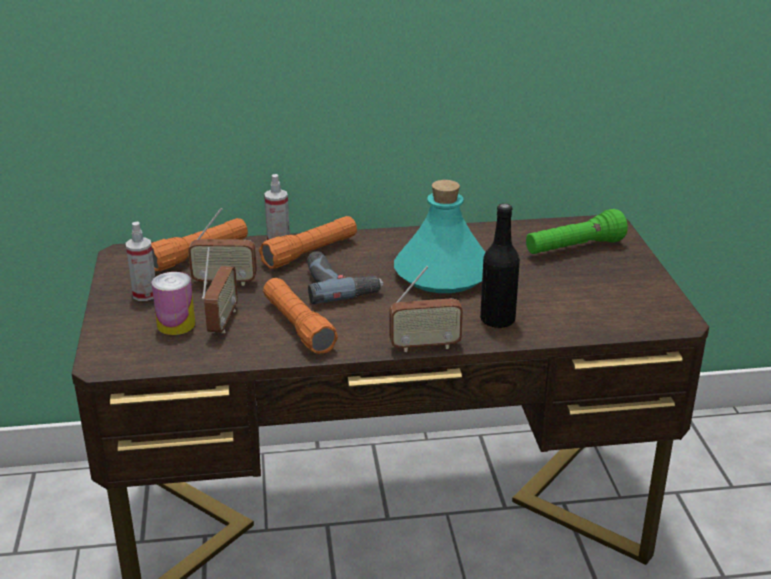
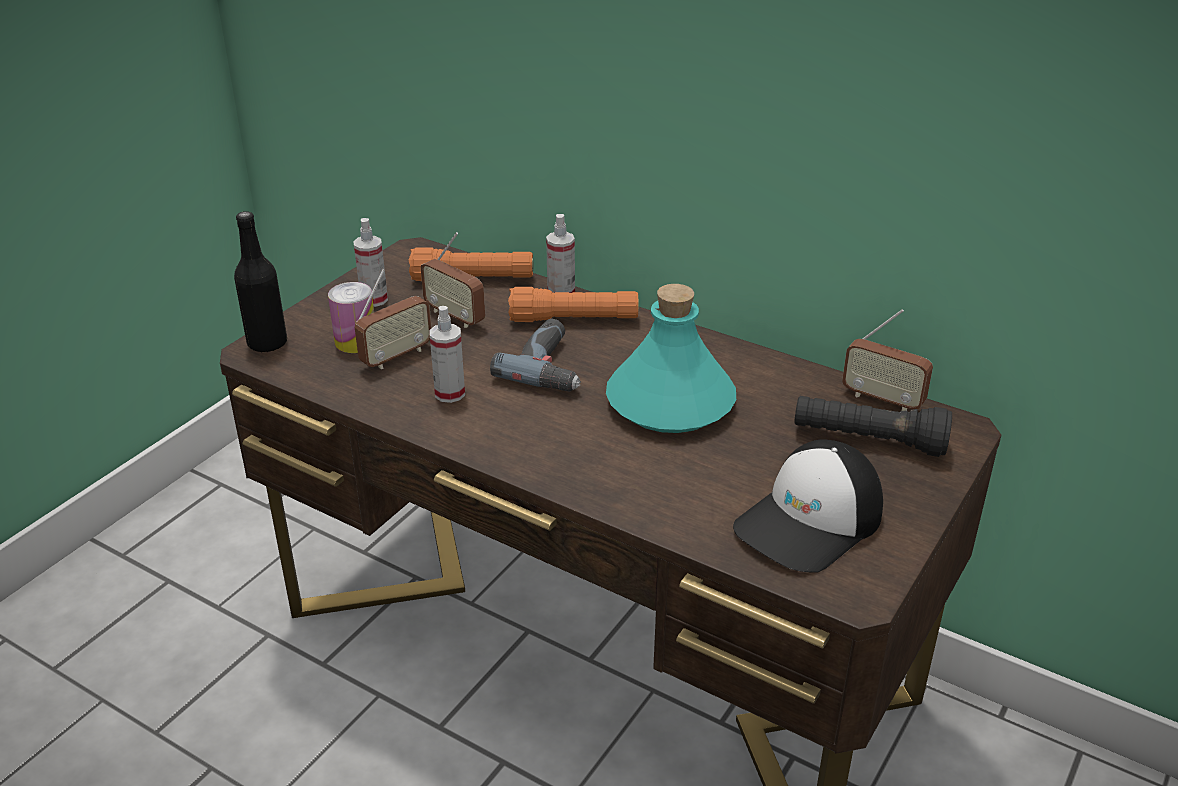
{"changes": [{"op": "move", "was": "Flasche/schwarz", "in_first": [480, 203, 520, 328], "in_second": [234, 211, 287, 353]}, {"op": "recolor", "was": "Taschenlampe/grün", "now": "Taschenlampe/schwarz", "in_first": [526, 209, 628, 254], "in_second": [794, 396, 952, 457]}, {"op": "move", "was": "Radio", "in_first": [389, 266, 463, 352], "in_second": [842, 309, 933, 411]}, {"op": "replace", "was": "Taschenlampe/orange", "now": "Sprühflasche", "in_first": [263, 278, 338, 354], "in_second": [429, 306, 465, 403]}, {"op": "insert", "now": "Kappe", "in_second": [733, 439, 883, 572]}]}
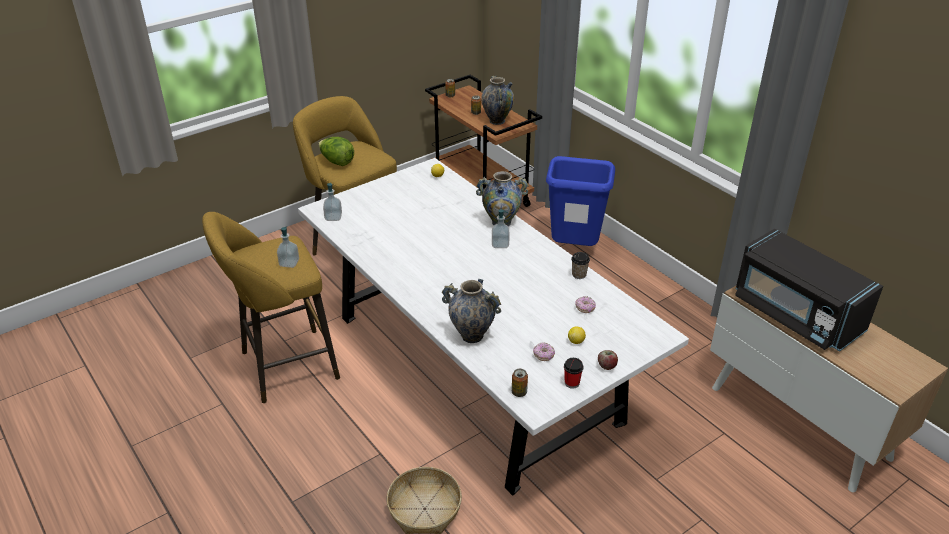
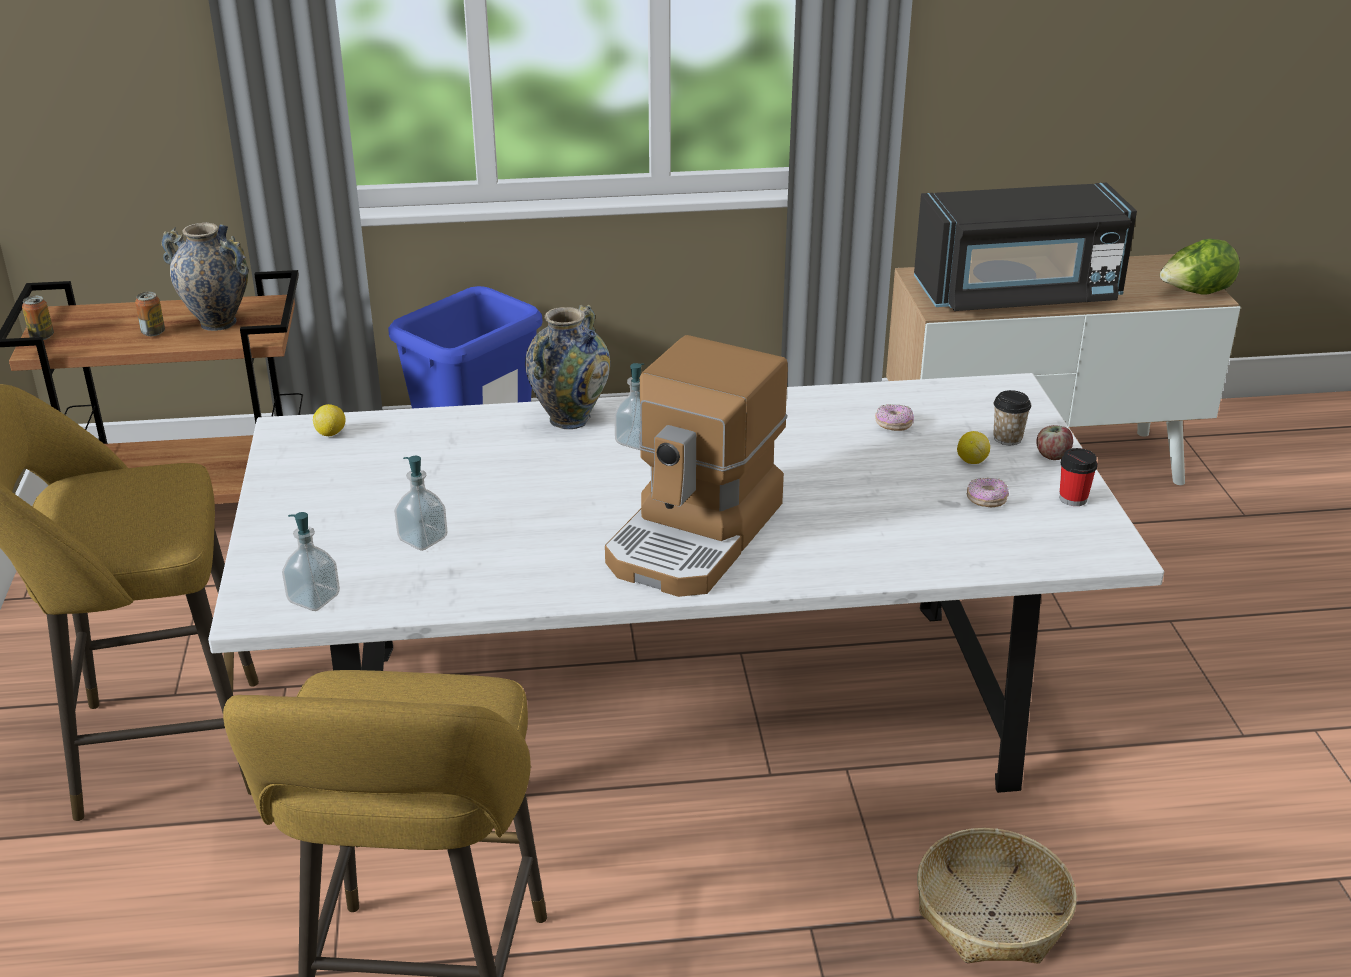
{"changes": [{"op": "move", "was": "Salatkopf", "in_first": [318, 137, 354, 166], "in_second": [1160, 239, 1240, 295]}, {"op": "move", "was": "Seifenspender", "in_first": [277, 226, 299, 268], "in_second": [394, 456, 447, 551]}, {"op": "move", "was": "Tasse", "in_first": [571, 252, 590, 279], "in_second": [993, 390, 1031, 445]}, {"op": "delete", "was": "Vase", "in_first": [442, 279, 501, 343]}, {"op": "delete", "was": "Dose", "in_first": [512, 369, 528, 397]}, {"op": "insert", "now": "Kaffeemaschine", "in_second": [605, 335, 788, 597]}]}
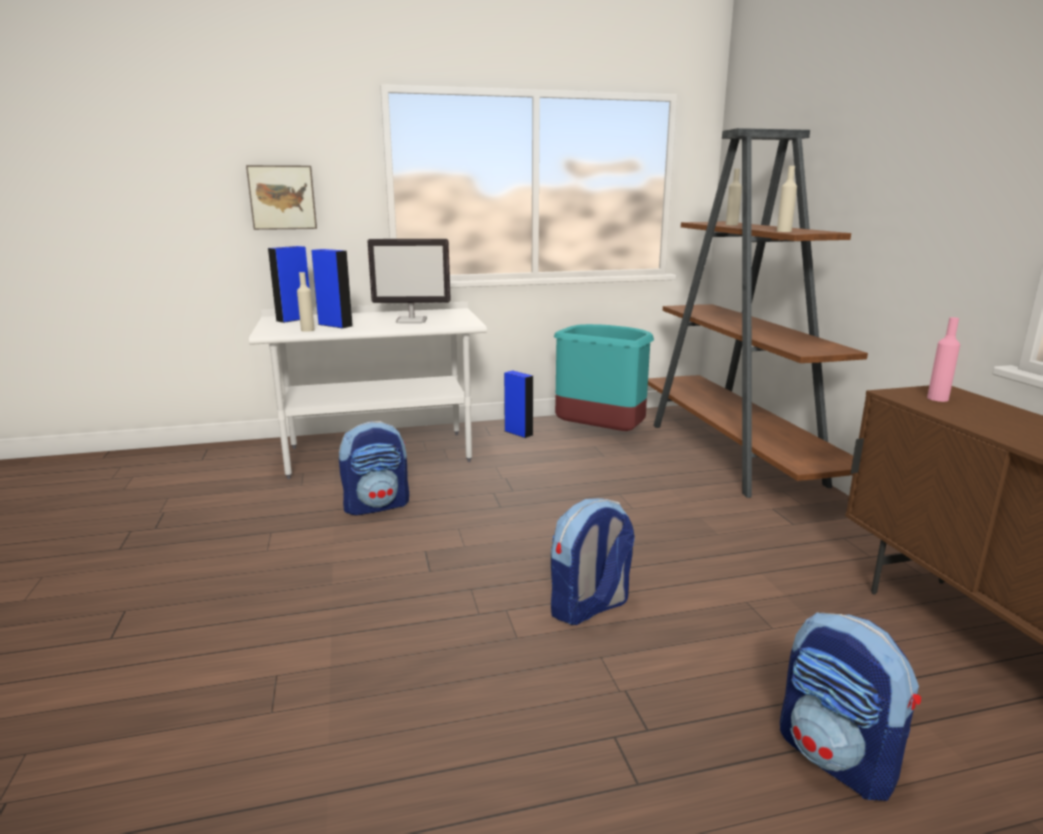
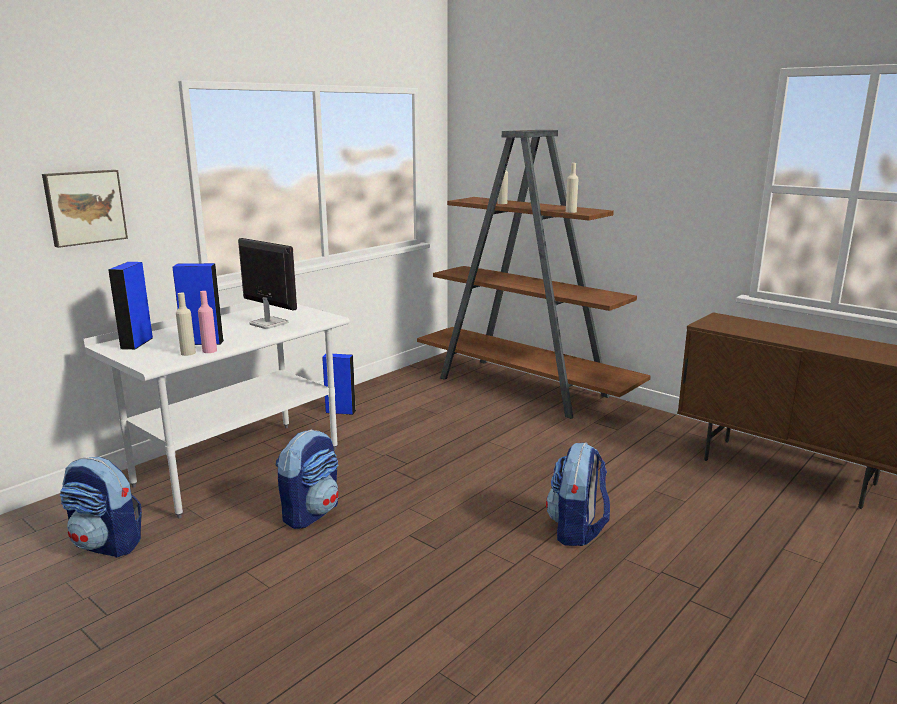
{"changes": [{"op": "rotate", "was": "Monitor", "in_first": [367, 239, 451, 323], "in_second": [238, 238, 297, 329], "clockwise": -105}, {"op": "move", "was": "Flasche/rosa", "in_first": [927, 317, 960, 402], "in_second": [198, 291, 217, 353]}, {"op": "delete", "was": "Mülleimer/türkis", "in_first": [554, 324, 654, 431]}, {"op": "move", "was": "Rucksack", "in_first": [780, 612, 921, 801], "in_second": [60, 457, 142, 558]}]}
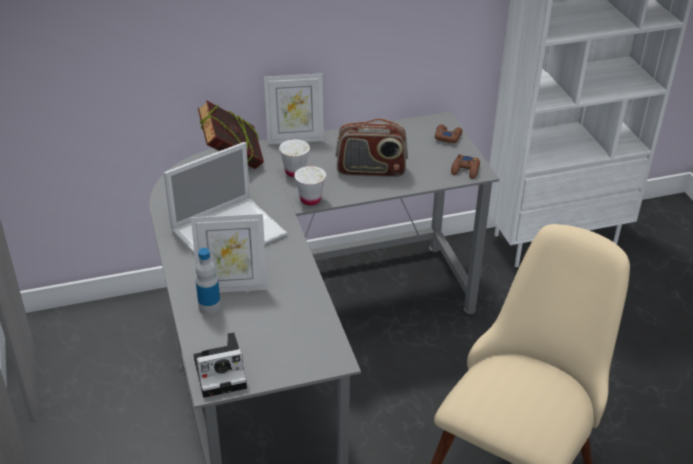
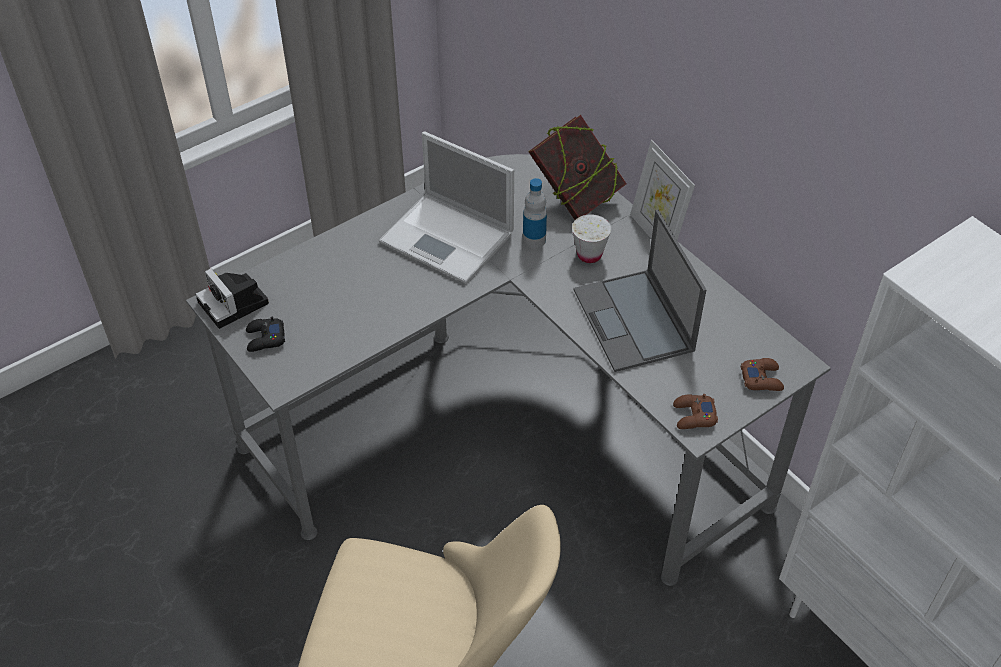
{"changes": [{"op": "replace", "was": "Radio", "now": "Laptop", "in_first": [335, 118, 408, 177], "in_second": [573, 210, 706, 372]}, {"op": "delete", "was": "Tasse/weiß", "in_first": [294, 166, 326, 205]}, {"op": "delete", "was": "Bilderrahmen", "in_first": [191, 214, 267, 293]}, {"op": "move", "was": "Flasche", "in_first": [195, 248, 221, 314], "in_second": [523, 178, 547, 248]}, {"op": "insert", "now": "Gamepad/schwarz", "in_second": [246, 317, 285, 352]}]}
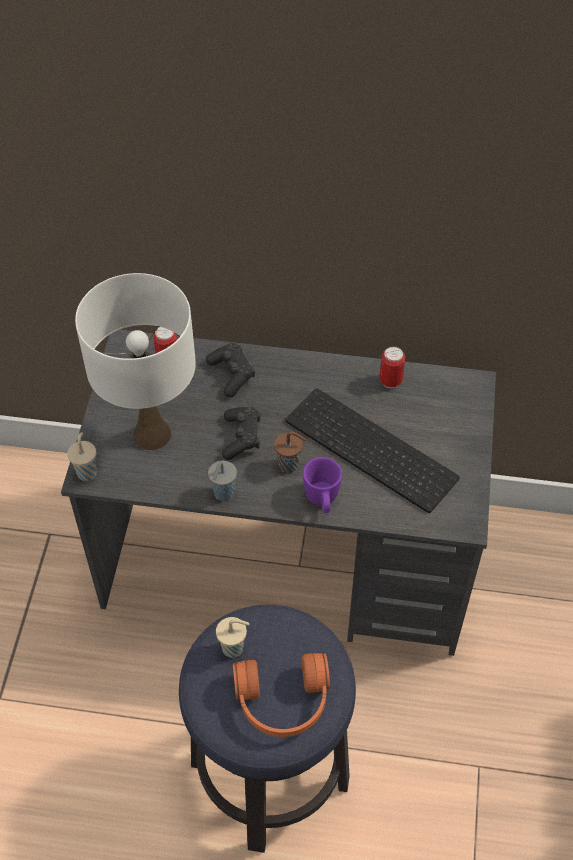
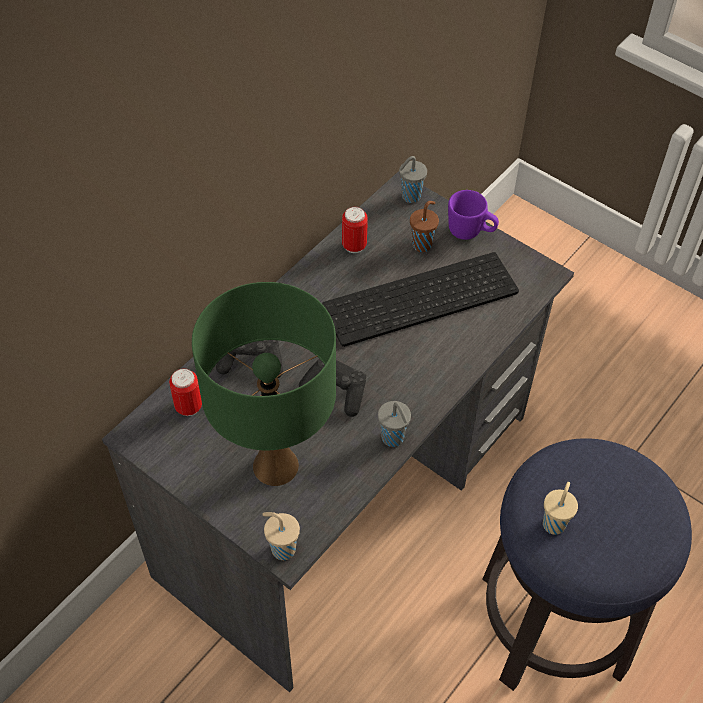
{"changes": [{"op": "recolor", "was": "Tischlampe/weiß", "now": "Tischlampe/grün", "in_first": [75, 273, 196, 450], "in_second": [192, 282, 336, 486]}, {"op": "move", "was": "Tasse/braun", "in_first": [274, 431, 306, 473], "in_second": [410, 201, 439, 252]}, {"op": "move", "was": "Henkelbecher/lila", "in_first": [303, 457, 342, 513], "in_second": [448, 190, 499, 240]}, {"op": "delete", "was": "Kopfhörer/orange", "in_first": [233, 653, 330, 737]}, {"op": "insert", "now": "Tasse/grau", "in_second": [399, 156, 427, 203]}]}
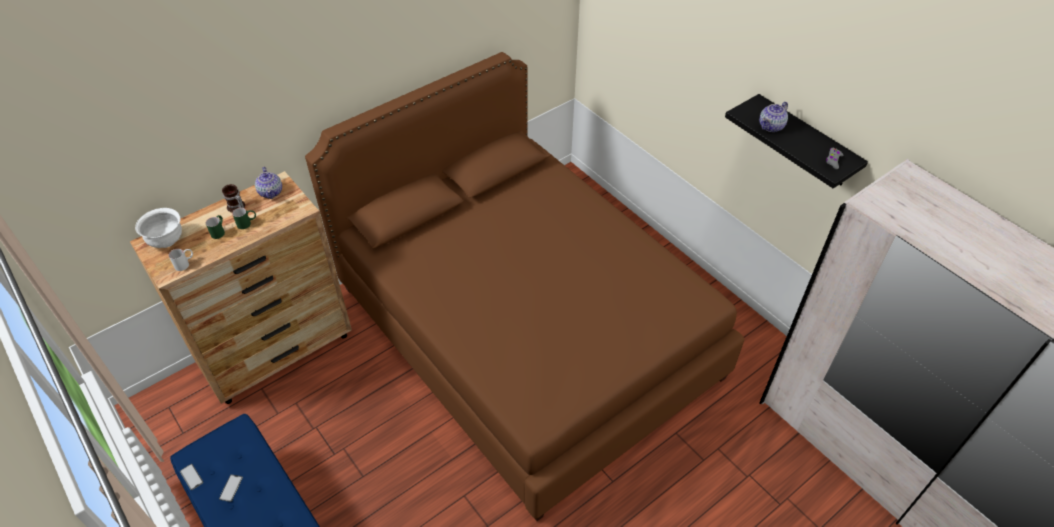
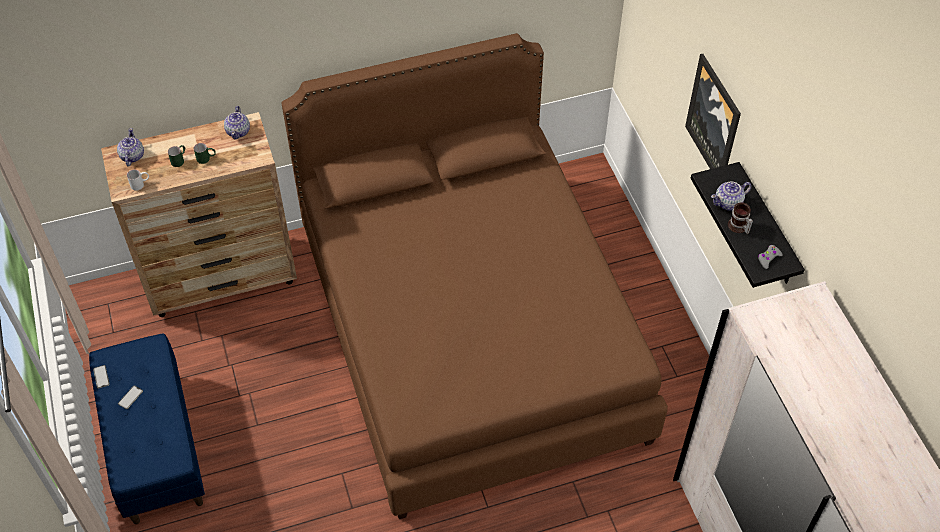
{"changes": [{"op": "move", "was": "Henkelbecher", "in_first": [222, 184, 245, 212], "in_second": [728, 202, 753, 234]}, {"op": "replace", "was": "Schüssel/weiß", "now": "Teekanne", "in_first": [135, 208, 182, 248], "in_second": [117, 128, 144, 167]}, {"op": "insert", "now": "Bild", "in_second": [685, 54, 741, 169]}]}
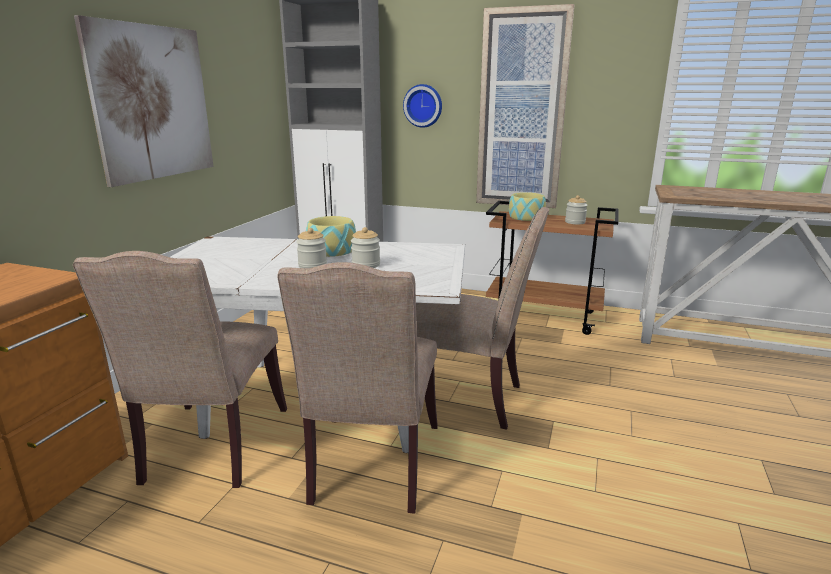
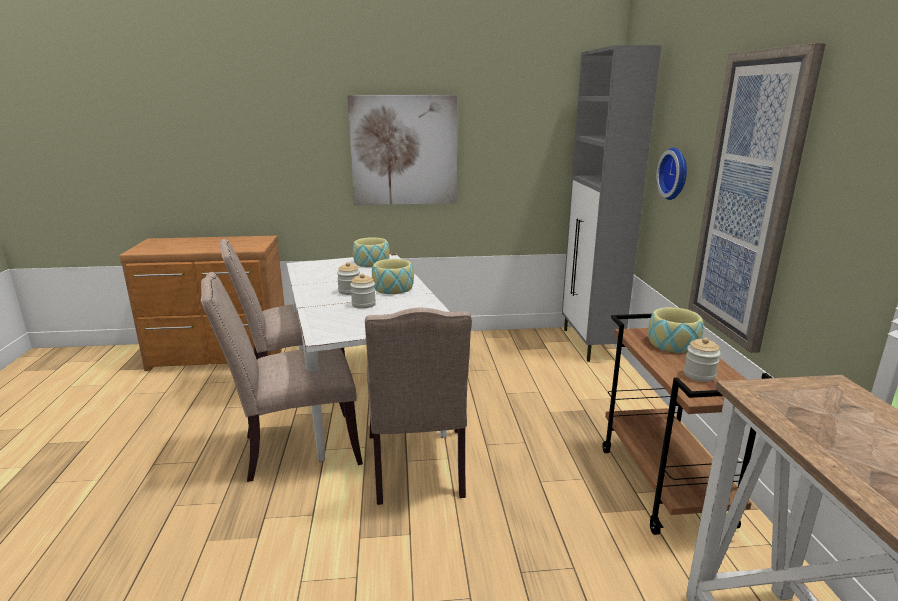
{"changes": [{"op": "insert", "now": "Schüssel", "in_second": [353, 237, 390, 267]}]}
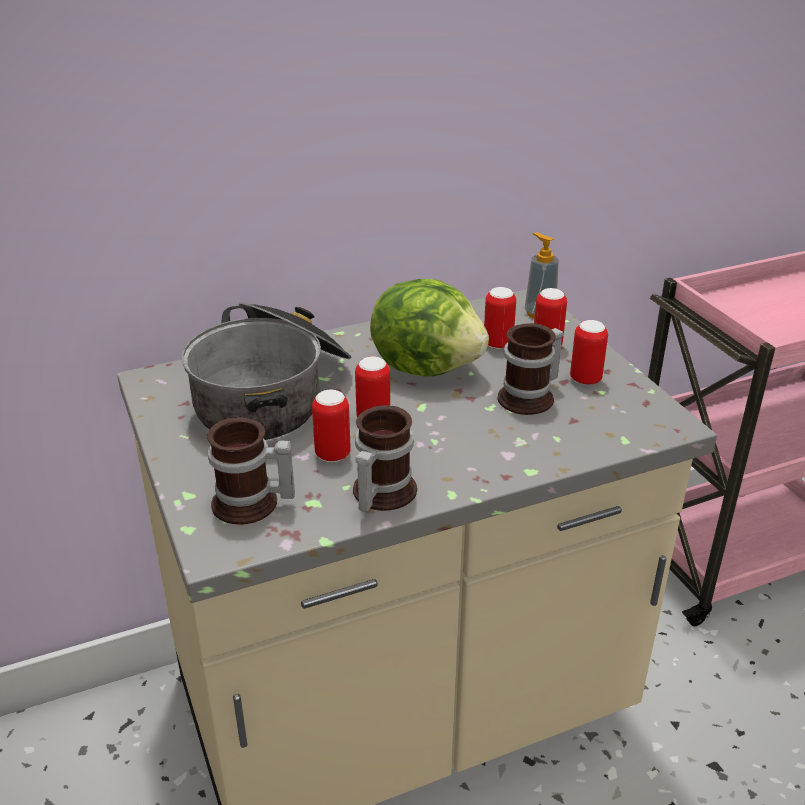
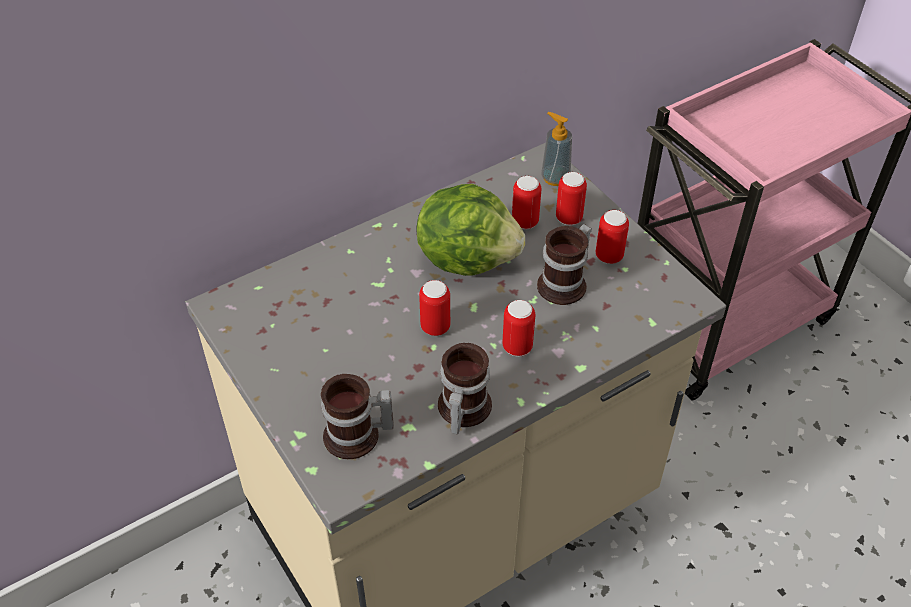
{"changes": [{"op": "delete", "was": "Kochtopf", "in_first": [182, 302, 351, 440]}, {"op": "move", "was": "Dose", "in_first": [312, 390, 351, 462], "in_second": [502, 300, 535, 357]}]}
